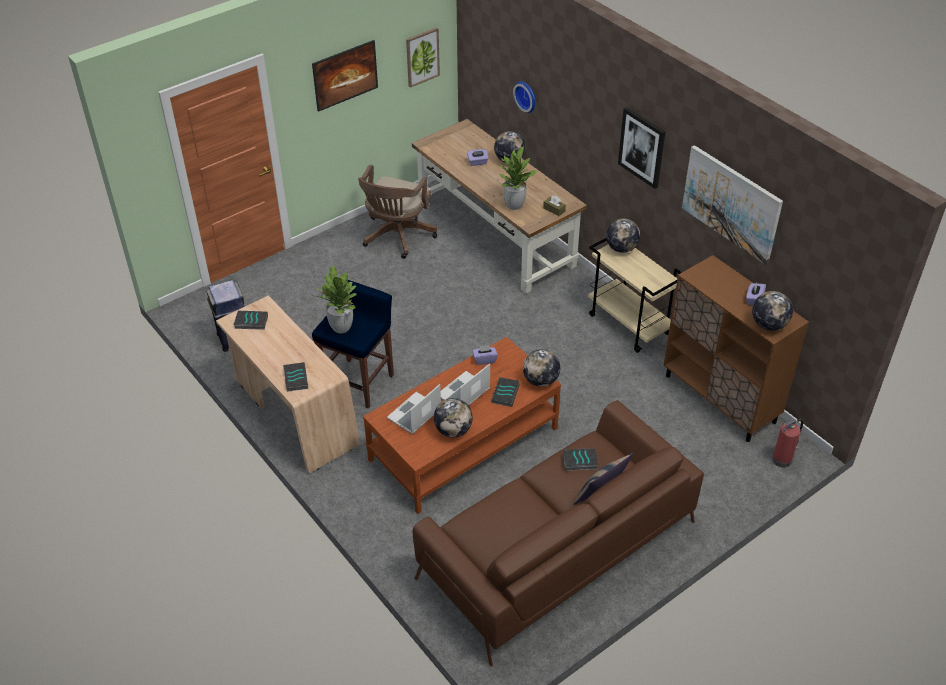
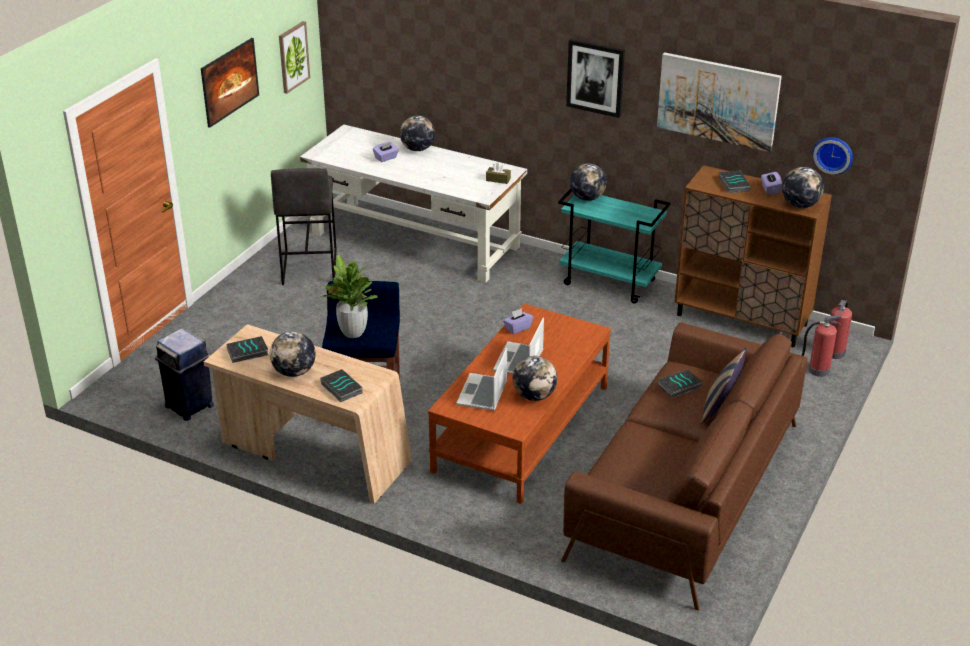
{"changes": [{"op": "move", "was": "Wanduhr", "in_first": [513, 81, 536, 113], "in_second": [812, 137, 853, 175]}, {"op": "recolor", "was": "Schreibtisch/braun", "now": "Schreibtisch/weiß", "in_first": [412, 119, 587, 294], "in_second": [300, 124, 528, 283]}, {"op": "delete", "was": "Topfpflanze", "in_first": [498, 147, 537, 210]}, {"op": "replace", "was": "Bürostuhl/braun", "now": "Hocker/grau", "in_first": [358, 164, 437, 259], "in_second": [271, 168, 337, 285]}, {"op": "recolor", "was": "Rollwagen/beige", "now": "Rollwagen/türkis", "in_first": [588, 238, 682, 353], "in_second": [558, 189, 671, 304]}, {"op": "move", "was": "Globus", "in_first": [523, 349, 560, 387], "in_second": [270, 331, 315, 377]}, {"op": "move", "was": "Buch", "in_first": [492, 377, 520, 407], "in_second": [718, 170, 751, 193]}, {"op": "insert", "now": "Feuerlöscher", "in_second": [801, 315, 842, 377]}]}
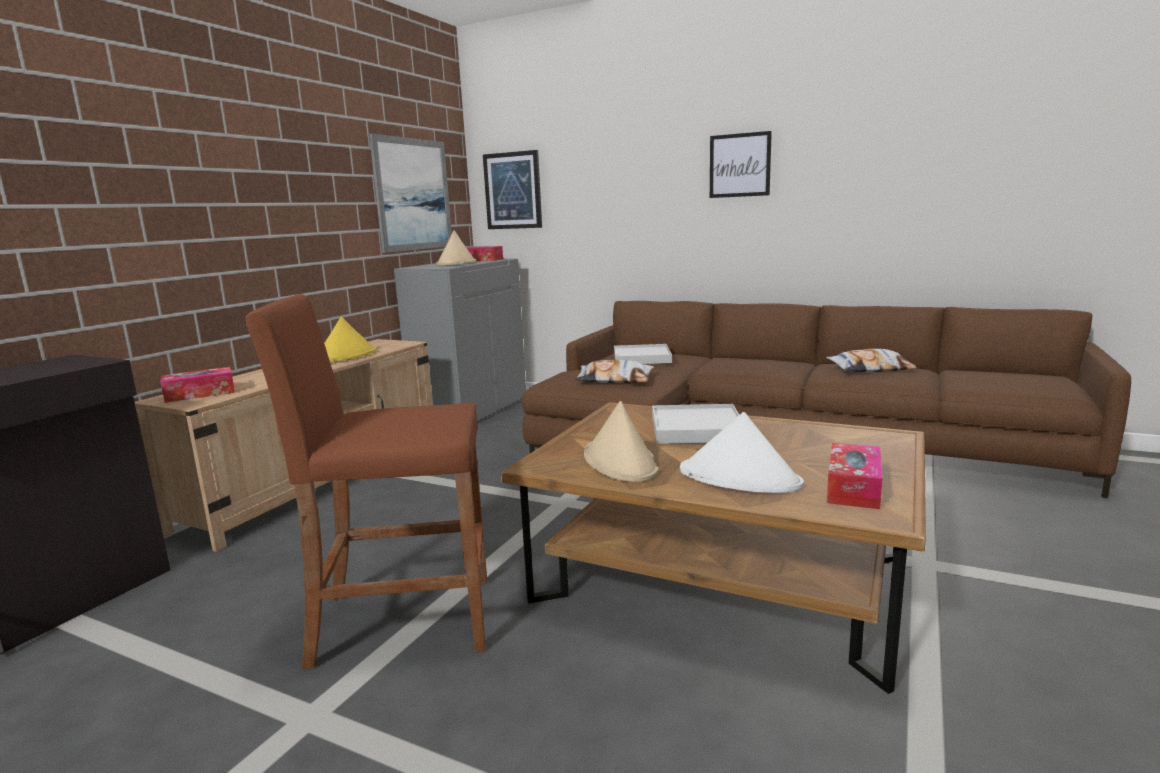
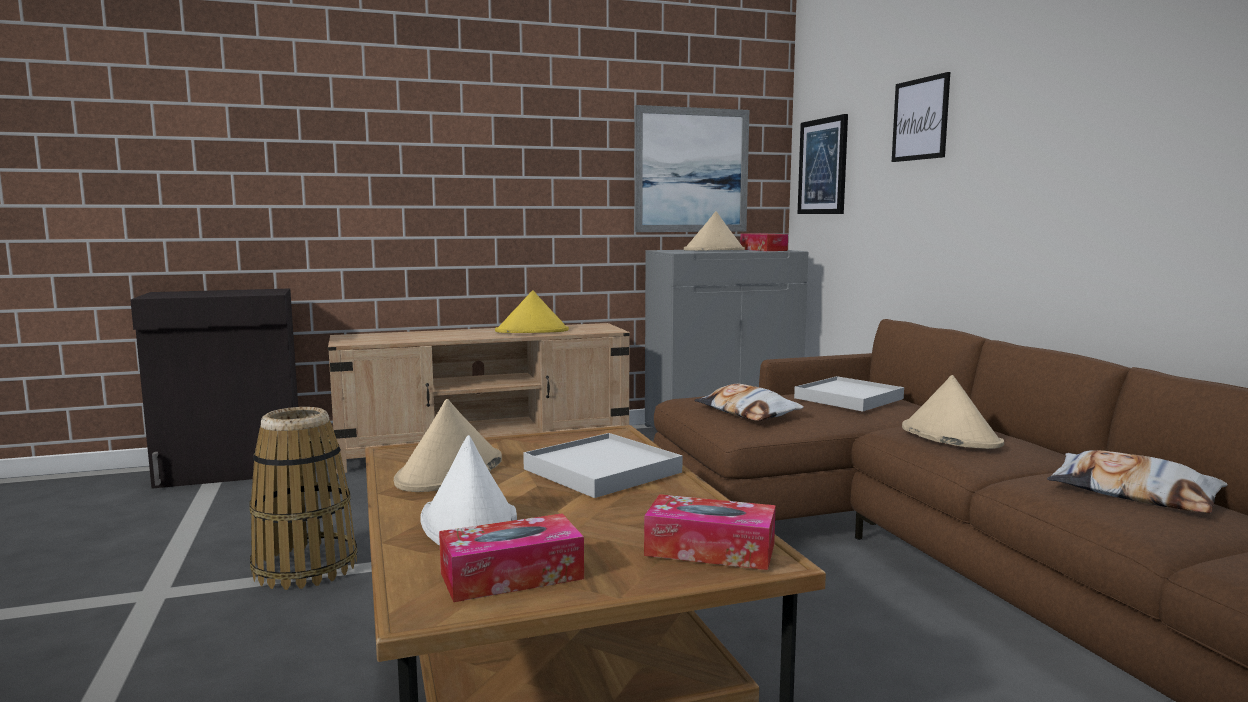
{"changes": [{"op": "move", "was": "Bild", "in_first": [710, 131, 772, 198], "in_second": [892, 72, 950, 162]}, {"op": "replace", "was": "Hocker/braun", "now": "Korb", "in_first": [246, 294, 487, 669], "in_second": [250, 407, 357, 590]}, {"op": "move", "was": "Taschentuchbox", "in_first": [161, 367, 235, 403], "in_second": [644, 494, 776, 570]}, {"op": "insert", "now": "Hut/beige", "in_second": [902, 375, 1004, 449]}]}
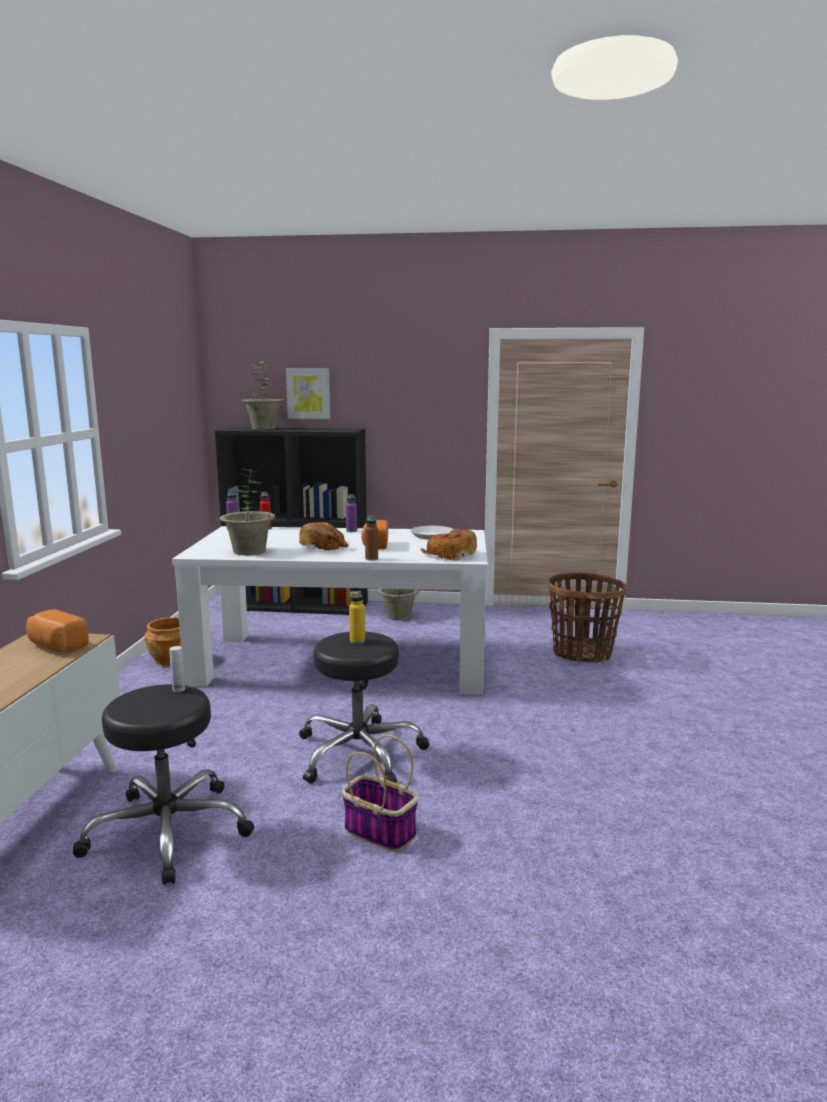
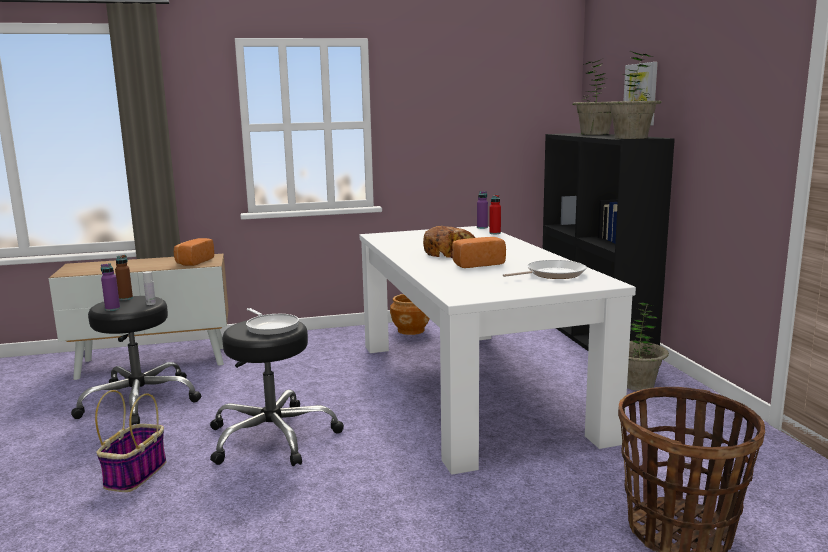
{"changes": [{"op": "move", "was": "Topfpflanze", "in_first": [220, 468, 275, 555], "in_second": [605, 51, 662, 139]}, {"op": "move", "was": "Flasche/lila", "in_first": [346, 494, 357, 532], "in_second": [101, 263, 120, 311]}, {"op": "move", "was": "Flasche/braun", "in_first": [365, 515, 378, 561], "in_second": [115, 255, 133, 300]}, {"op": "delete", "was": "Brot", "in_first": [421, 529, 477, 561]}, {"op": "replace", "was": "Flasche/gelb", "now": "Pfanne", "in_first": [349, 591, 365, 644], "in_second": [246, 308, 299, 335]}]}
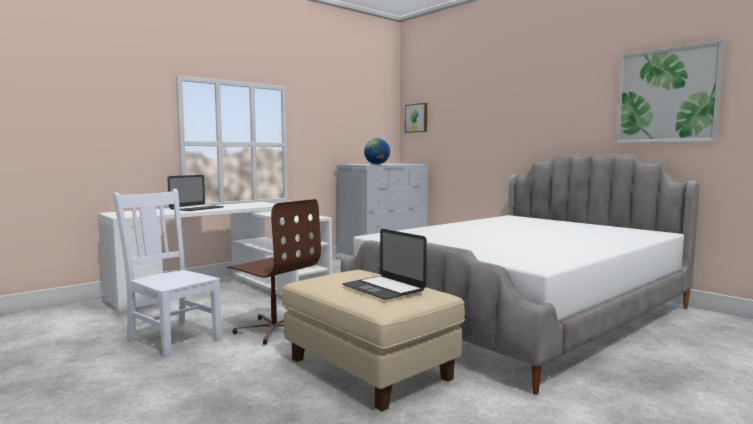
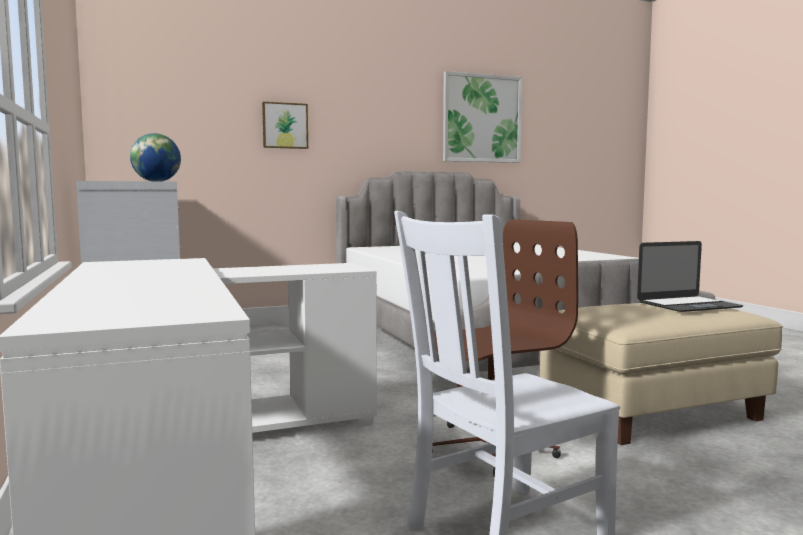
{"changes": [{"op": "move", "was": "Bild", "in_first": [405, 103, 427, 133], "in_second": [262, 102, 308, 149]}, {"op": "delete", "was": "Laptop", "in_first": [167, 175, 224, 211]}]}
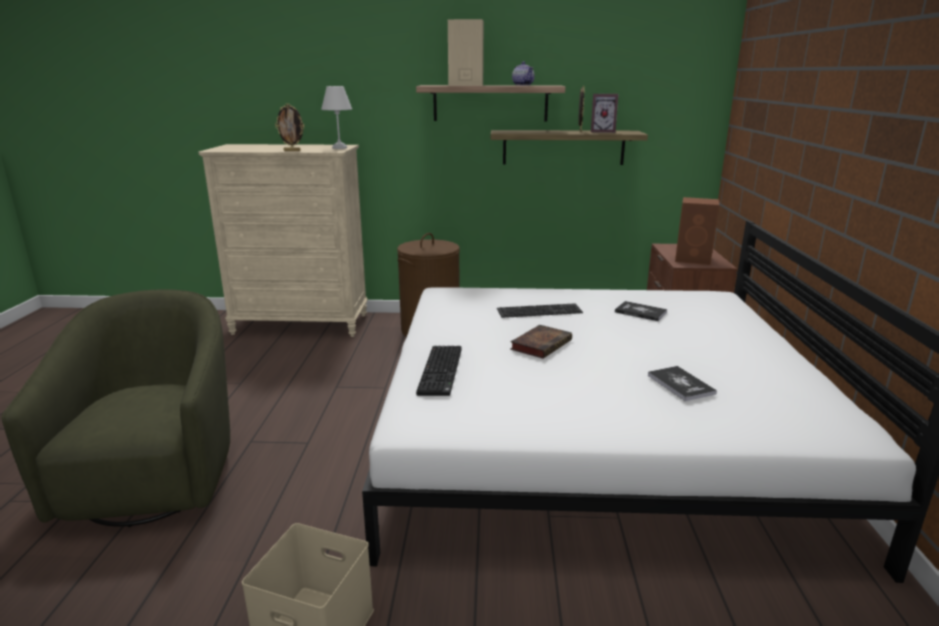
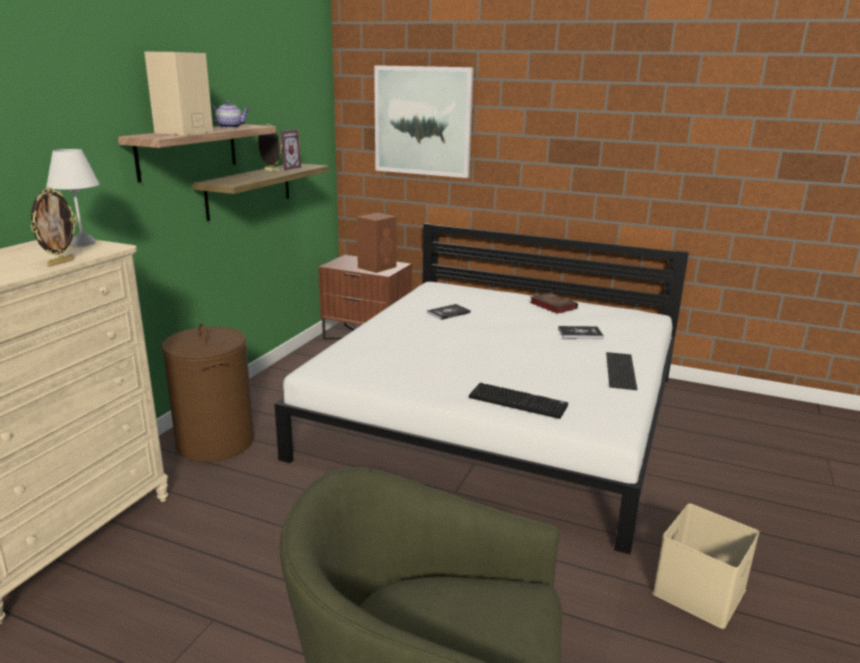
{"changes": [{"op": "move", "was": "Tastatur", "in_first": [497, 303, 583, 318], "in_second": [606, 352, 637, 390]}, {"op": "move", "was": "Buch", "in_first": [510, 325, 572, 359], "in_second": [530, 293, 578, 314]}, {"op": "insert", "now": "Bild", "in_second": [374, 65, 474, 178]}]}
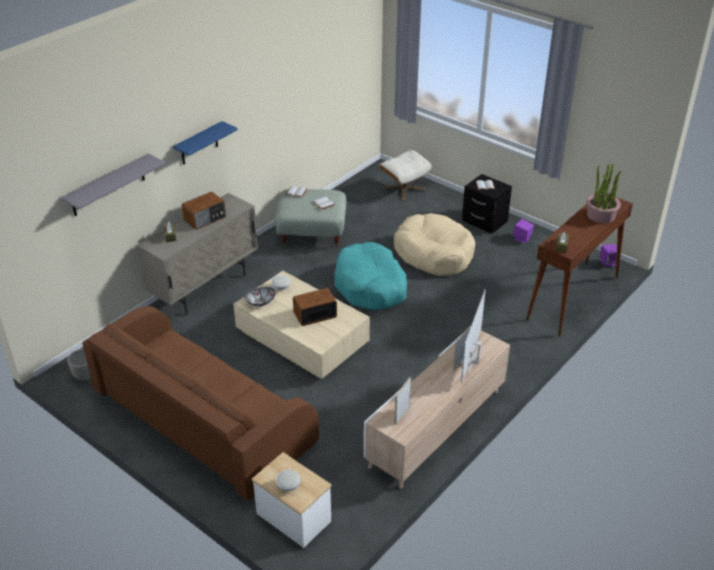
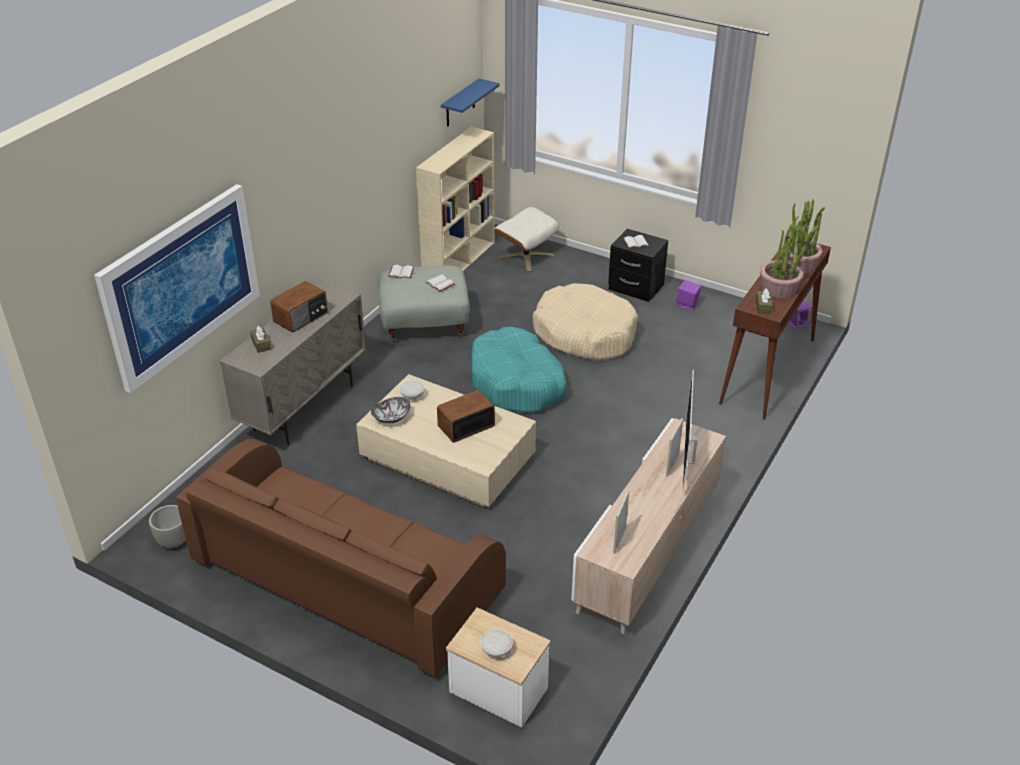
{"changes": [{"op": "move", "was": "Wandregal/blau", "in_first": [173, 121, 238, 165], "in_second": [441, 78, 500, 127]}, {"op": "replace", "was": "Wandregal/grau", "now": "Bild", "in_first": [61, 153, 166, 216], "in_second": [94, 184, 260, 393]}, {"op": "insert", "now": "Bücherregal/beige", "in_second": [416, 127, 495, 271]}, {"op": "insert", "now": "Topfpflanze", "in_second": [760, 216, 820, 298]}]}
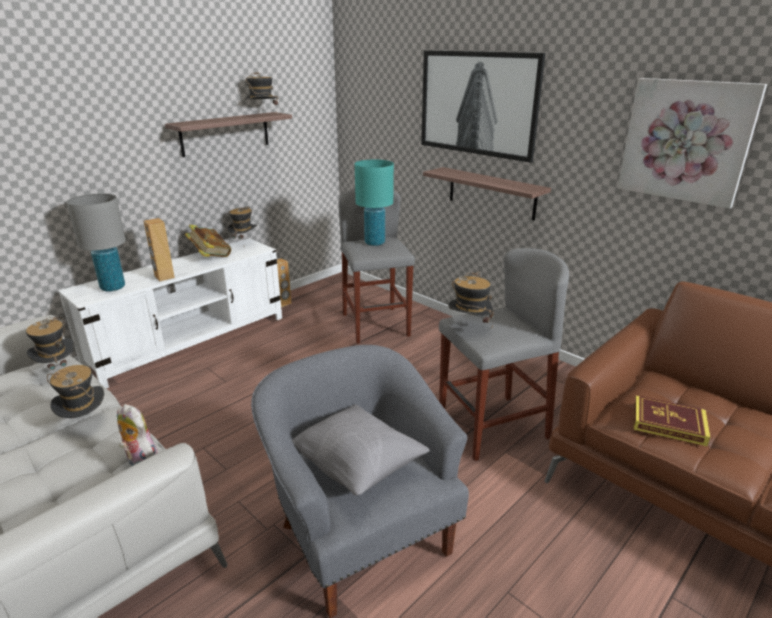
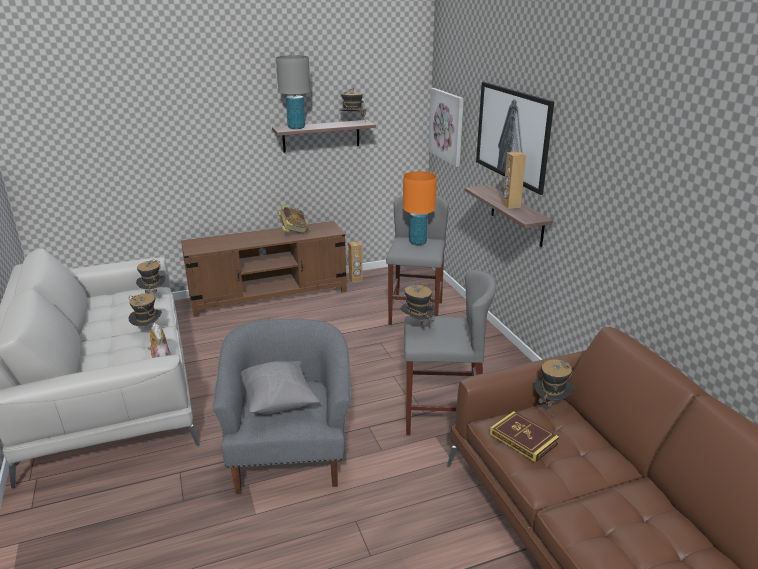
{"changes": [{"op": "move", "was": "Bild", "in_first": [618, 78, 767, 209], "in_second": [428, 88, 464, 167]}, {"op": "recolor", "was": "Tischlampe/türkis", "now": "Tischlampe/orange", "in_first": [355, 160, 394, 246], "in_second": [403, 171, 437, 245]}, {"op": "move", "was": "Tischlampe/grau", "in_first": [66, 193, 126, 292], "in_second": [276, 55, 310, 129]}, {"op": "move", "was": "Hut", "in_first": [228, 206, 257, 240], "in_second": [534, 359, 574, 418]}, {"op": "move", "was": "Lautsprecher/braun", "in_first": [144, 218, 175, 281], "in_second": [502, 152, 526, 209]}, {"op": "recolor", "was": "Fernsehschrank/weiß", "now": "Fernsehschrank/braun", "in_first": [58, 238, 282, 388], "in_second": [181, 221, 347, 317]}]}
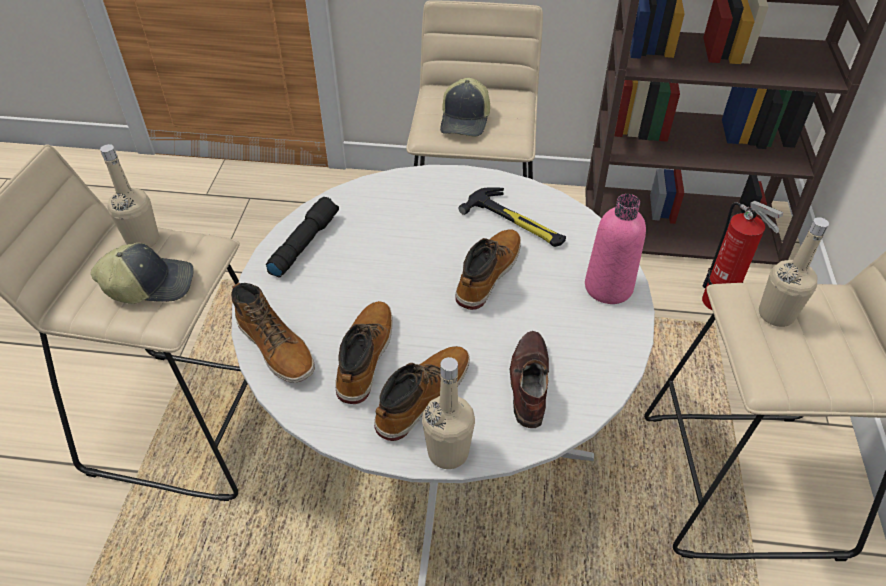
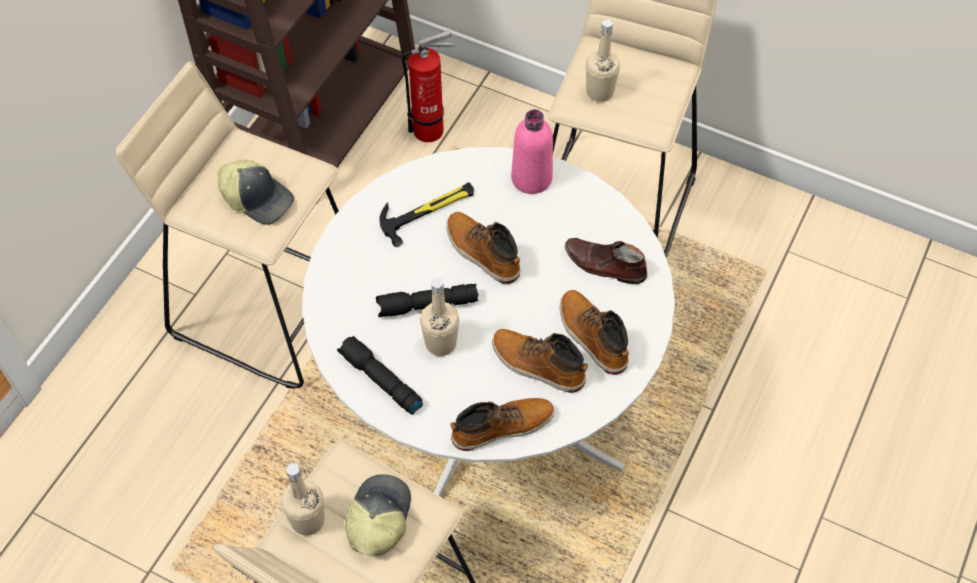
{"changes": [{"op": "move", "was": "Flasche/beige", "in_first": [422, 357, 475, 469], "in_second": [420, 278, 459, 356]}, {"op": "insert", "now": "Taschenlampe/schwarz", "in_second": [376, 284, 478, 317]}]}
